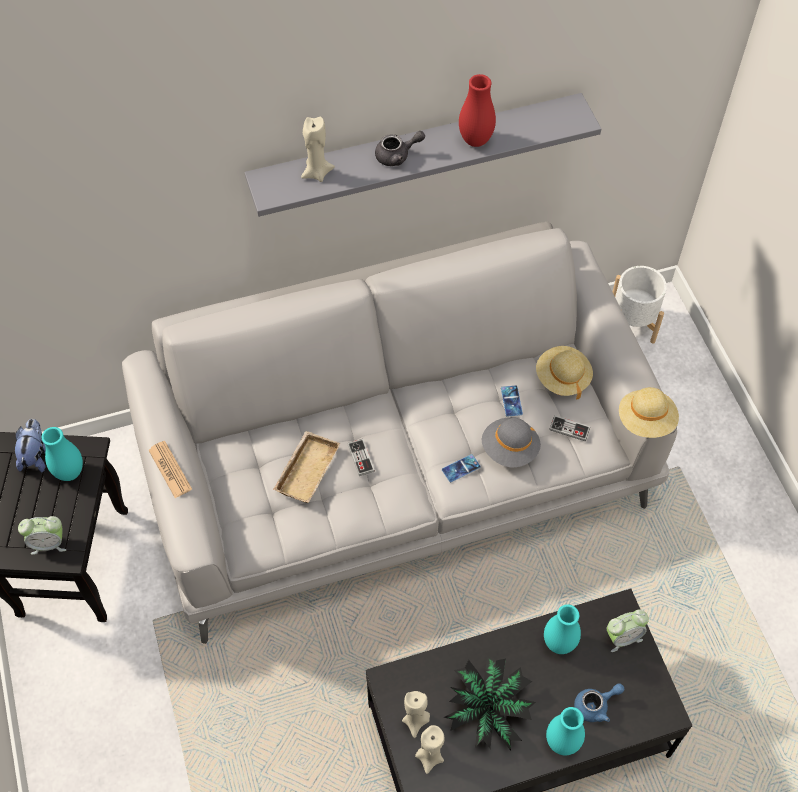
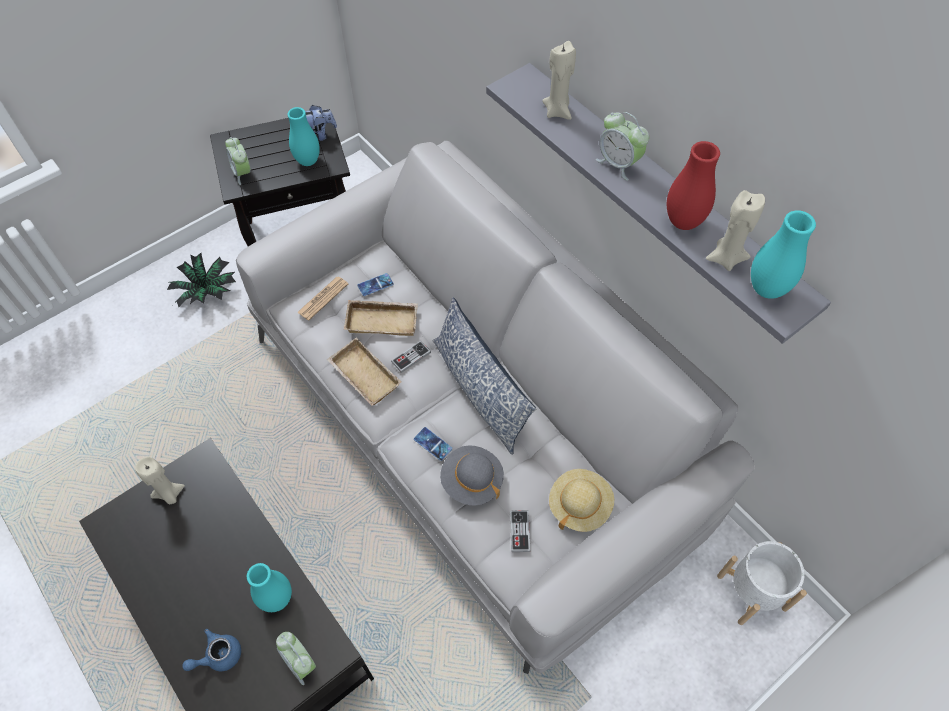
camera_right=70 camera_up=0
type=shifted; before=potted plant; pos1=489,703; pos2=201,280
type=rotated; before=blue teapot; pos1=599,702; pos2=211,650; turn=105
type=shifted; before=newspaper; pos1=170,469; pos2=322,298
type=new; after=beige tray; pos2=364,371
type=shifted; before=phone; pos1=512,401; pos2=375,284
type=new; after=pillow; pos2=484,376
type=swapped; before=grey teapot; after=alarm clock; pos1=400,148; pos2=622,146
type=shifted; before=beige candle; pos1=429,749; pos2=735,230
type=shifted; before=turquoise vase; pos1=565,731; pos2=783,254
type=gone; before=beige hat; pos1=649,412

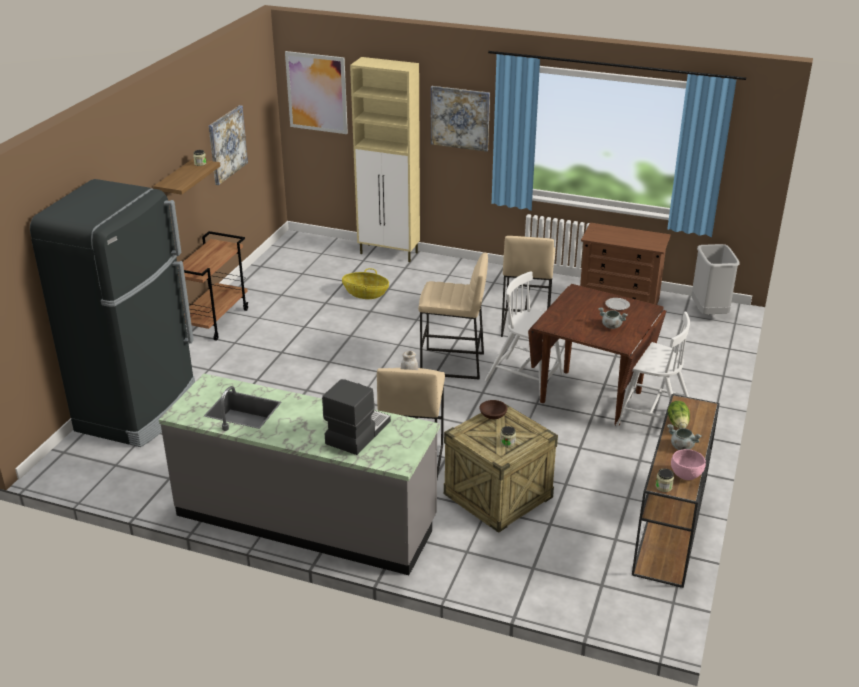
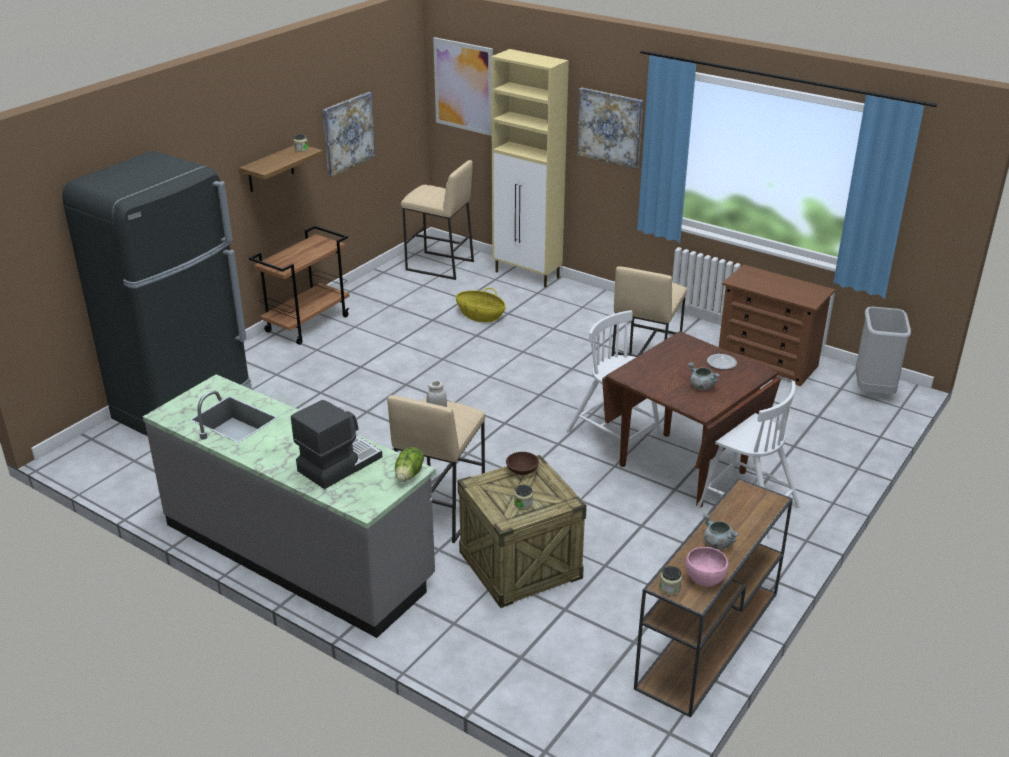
camera_right=15 camera_up=0
type=shifted; before=lettuce; pos1=679,415; pos2=409,464
type=shifted; before=beige stool; pos1=453,316; pos2=437,220

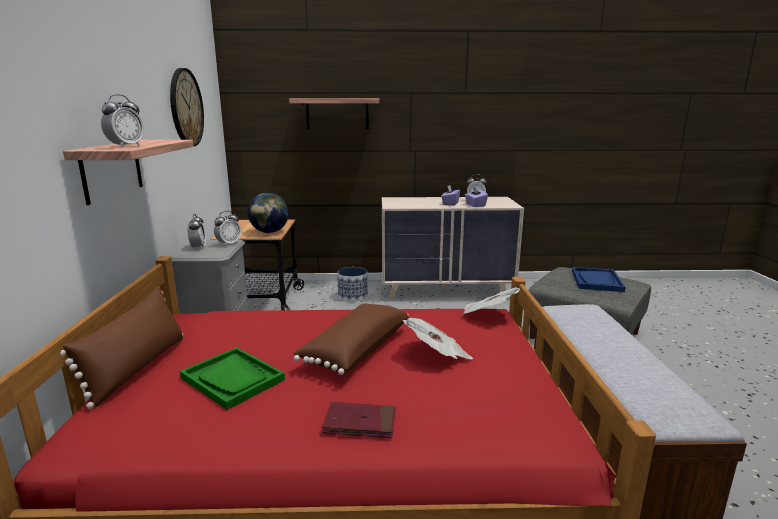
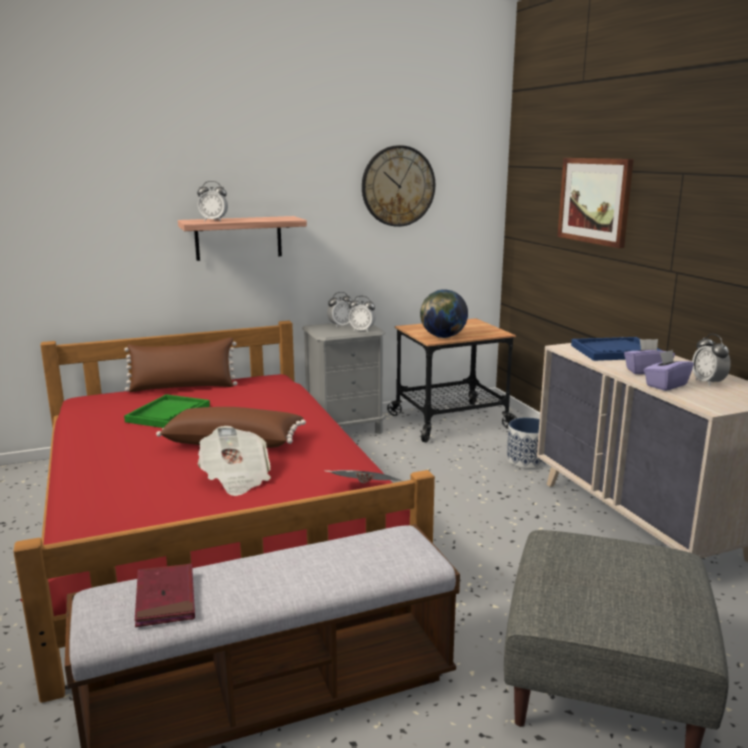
camera_right=70 camera_up=0
type=shifted; before=red book; pos1=359,420; pos2=165,595
type=swapped; before=shelf; after=picture; pos1=334,113; pos2=595,203
type=shifted; before=blue tray; pos1=599,279; pos2=616,349

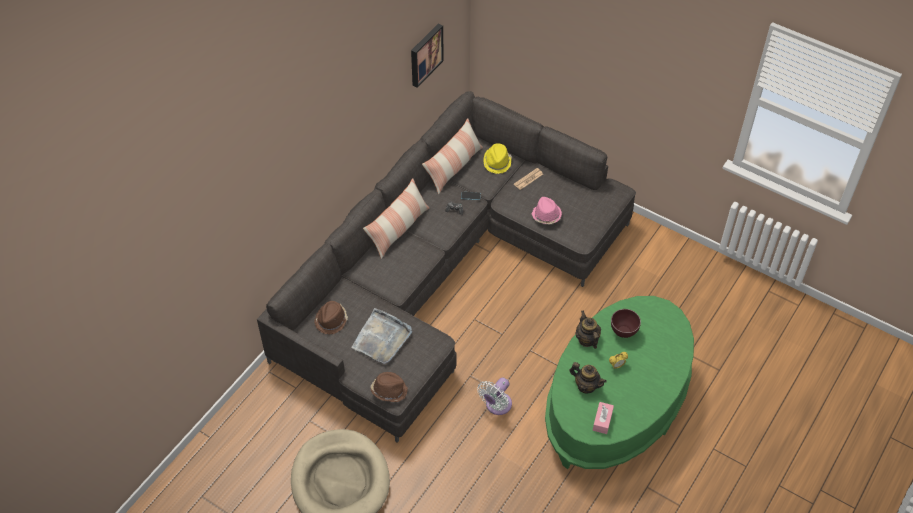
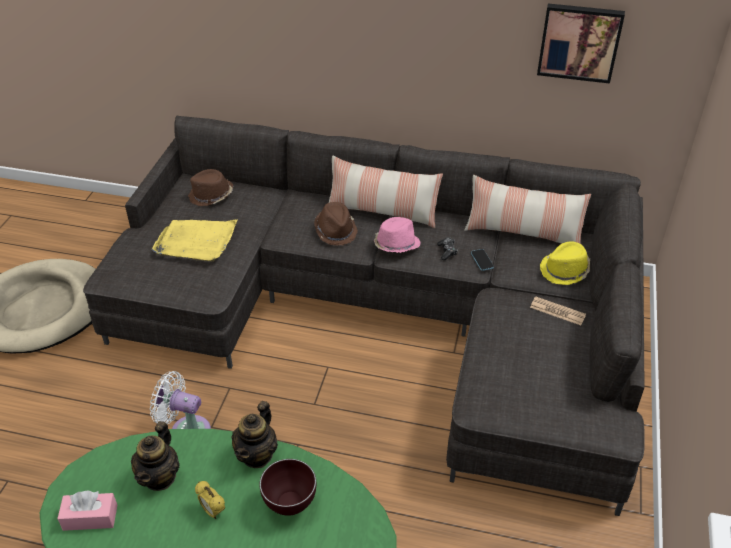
camera_right=70 camera_up=-10
type=repainted; before=grey tray; after=yellow tray; pos1=381,336; pos2=195,240
type=rotated; before=teapot; pos1=588,330; pos2=254,434; turn=150
type=shifted; before=brown hat; pos1=389,387; pos2=336,223
type=shifted; before=pink hat; pos1=547,210; pos2=397,235

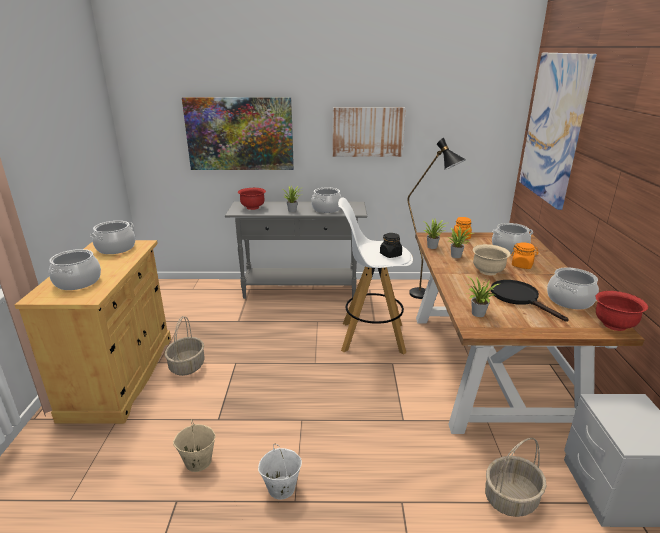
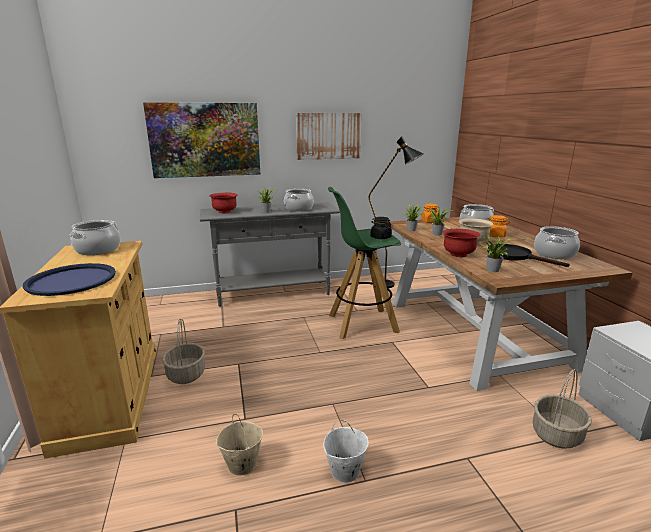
camera_right=-15 camera_up=-5
type=swapped; before=cooking pot; after=blue tray; pos1=75,269; pos2=69,279
type=repainted; before=white stool; after=green stool; pos1=375,276; pos2=364,263
type=shifted; before=red bowl; pos1=621,311; pos2=461,243
type=gone; before=picture; pos1=558,131

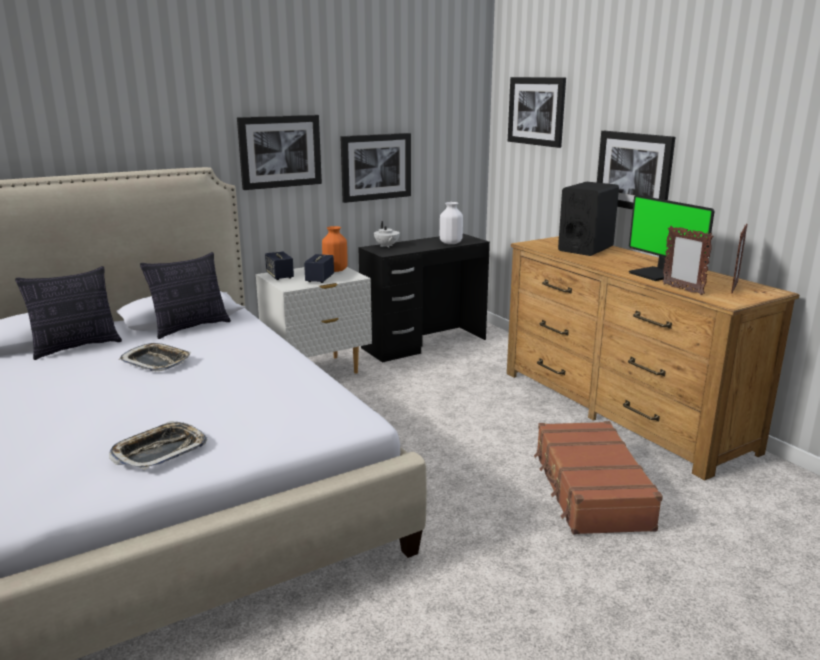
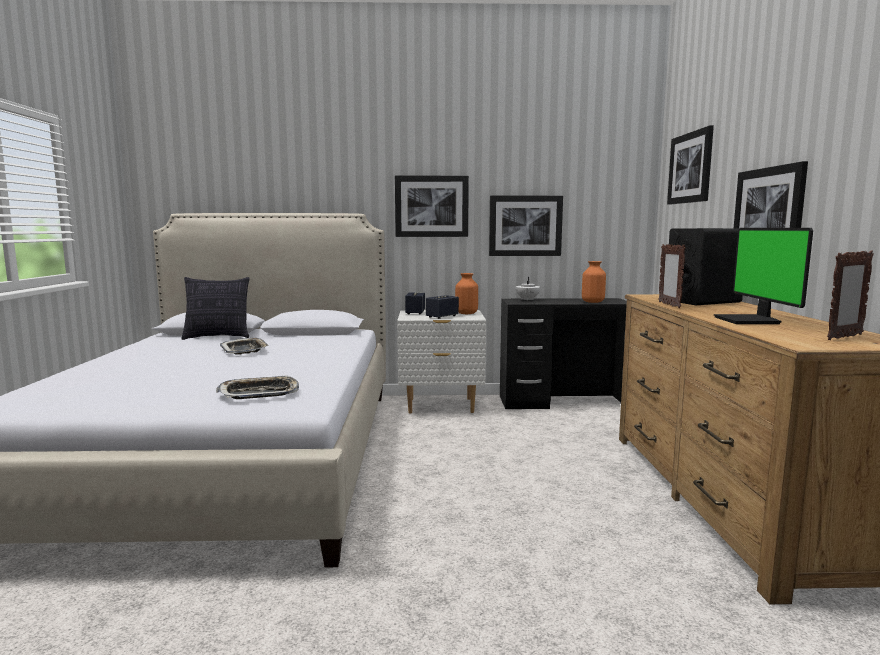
camera_right=30 camera_up=-10
type=shifted; before=tray; pos1=158,445; pos2=257,387
type=repainted; before=white vase; after=orange vase; pos1=451,223; pos2=594,282
type=shifted; before=picture frame; pos1=687,260; pos2=672,276
type=gone; before=pillow; pos1=185,295
type=gone; before=brown suitcase; pos1=598,477

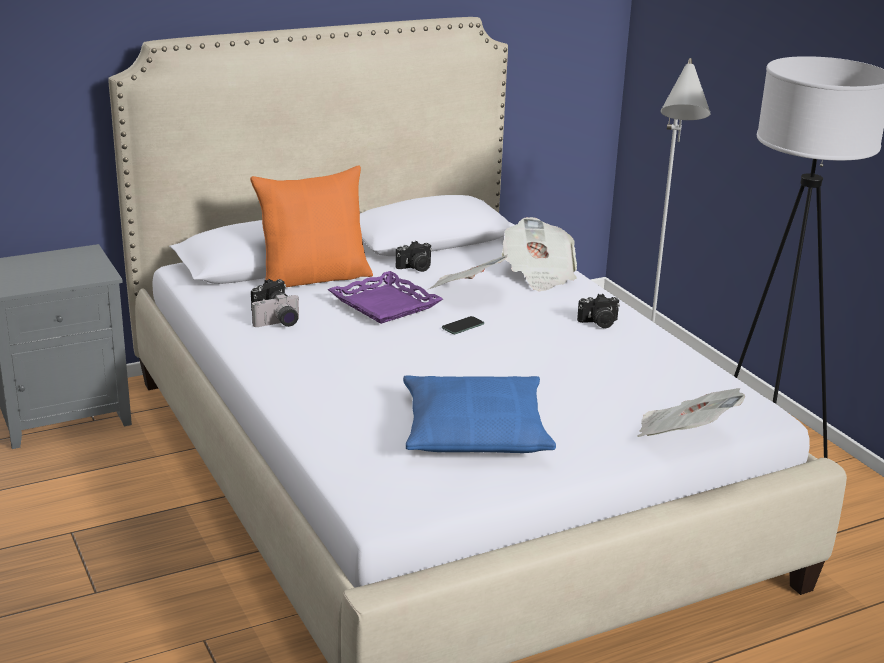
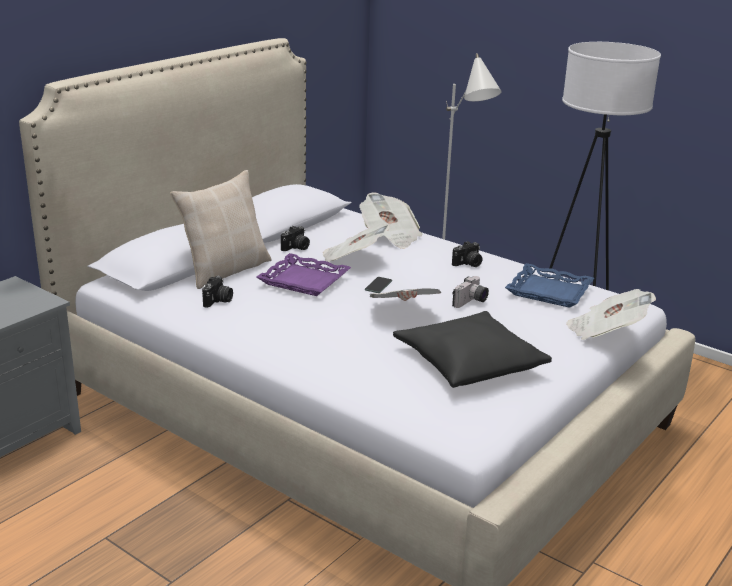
camera_right=-25 camera_up=0
type=repainted; before=orange pillow; after=beige pillow; pos1=311,226; pos2=221,229
type=new; after=newspaper; pos2=405,294
type=repainted; before=blue pillow; after=black pillow; pos1=479,414; pos2=472,349
type=shifted; before=photo camera; pos1=276,310; pos2=470,292
type=new; after=blue tray; pos2=549,285

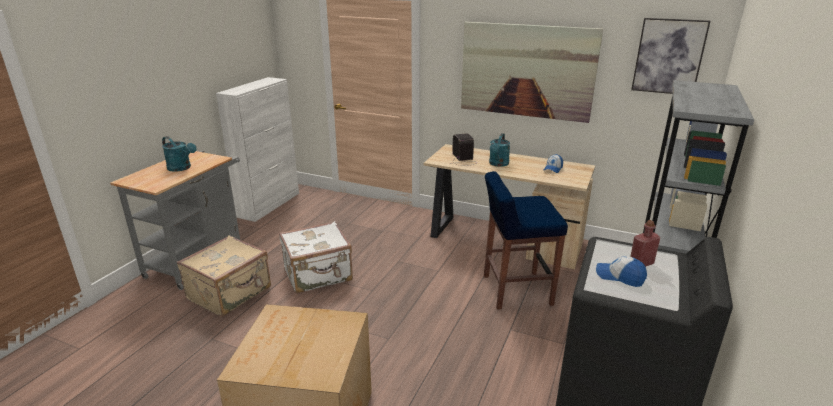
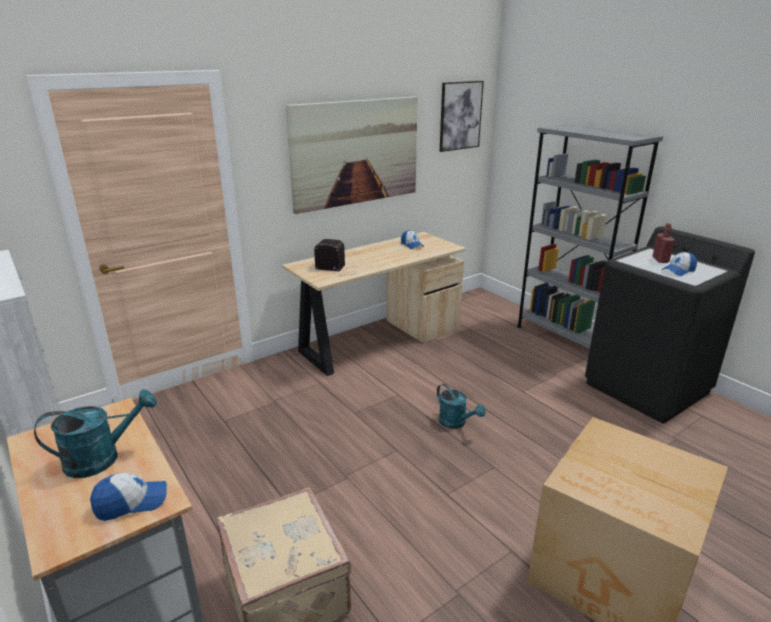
camera_right=-60 camera_up=0
type=new; after=cap; pos2=128,497
type=shifted; before=turquoise watering can; pos1=499,150; pos2=461,406
type=gone; before=white suitcase; pos1=316,257
type=gone; before=blue stool; pos1=526,240

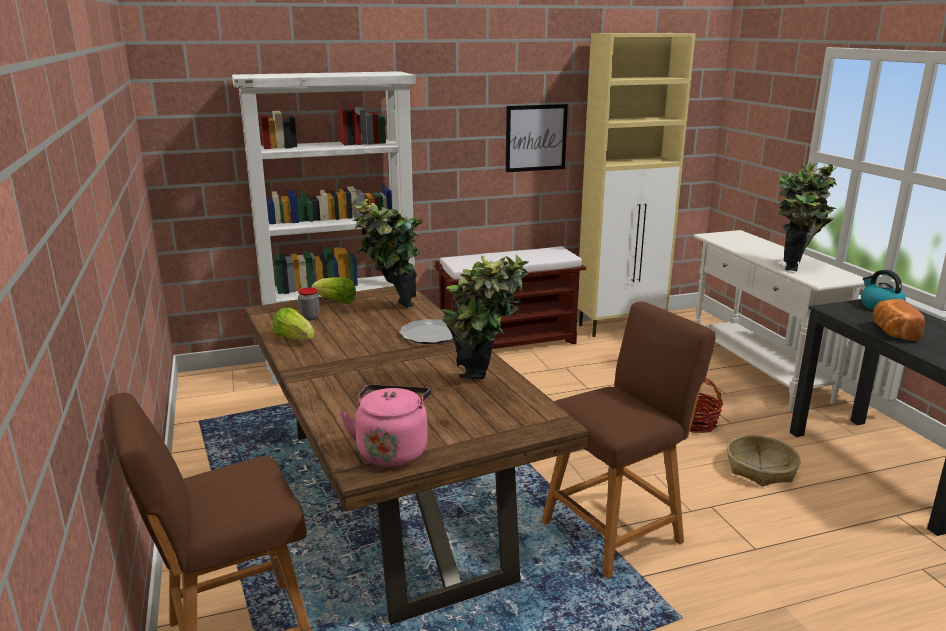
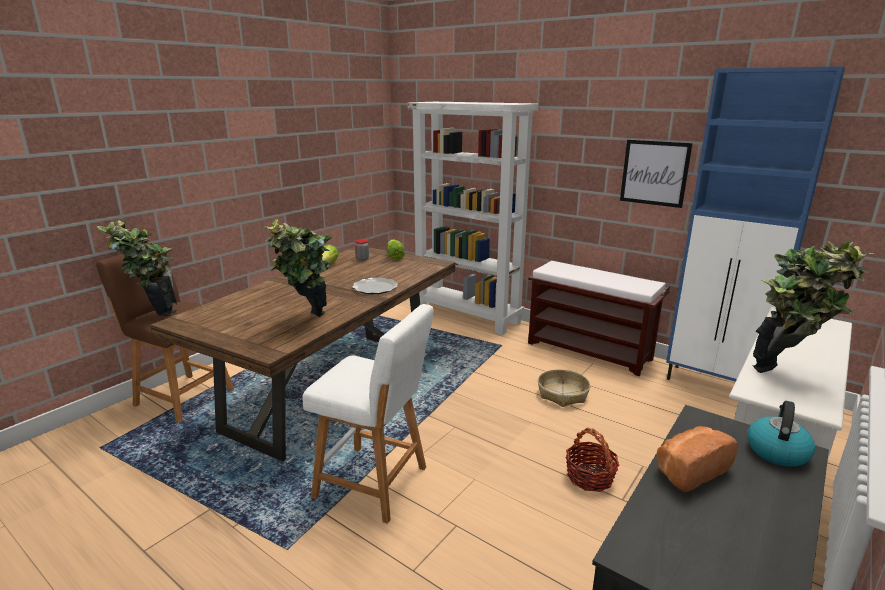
camera_right=55 camera_up=0
type=shifted; before=potted plant; pos1=388,253; pos2=137,267
type=repainted; before=brown stool; after=white stool; pos1=628,439; pos2=368,414
type=shifted; before=basket; pos1=764,460; pos2=564,388
type=repainted; before=beige cabinet; after=blue cabinet; pos1=637,185; pos2=755,224
type=gone; before=pink kettle; pos1=385,426

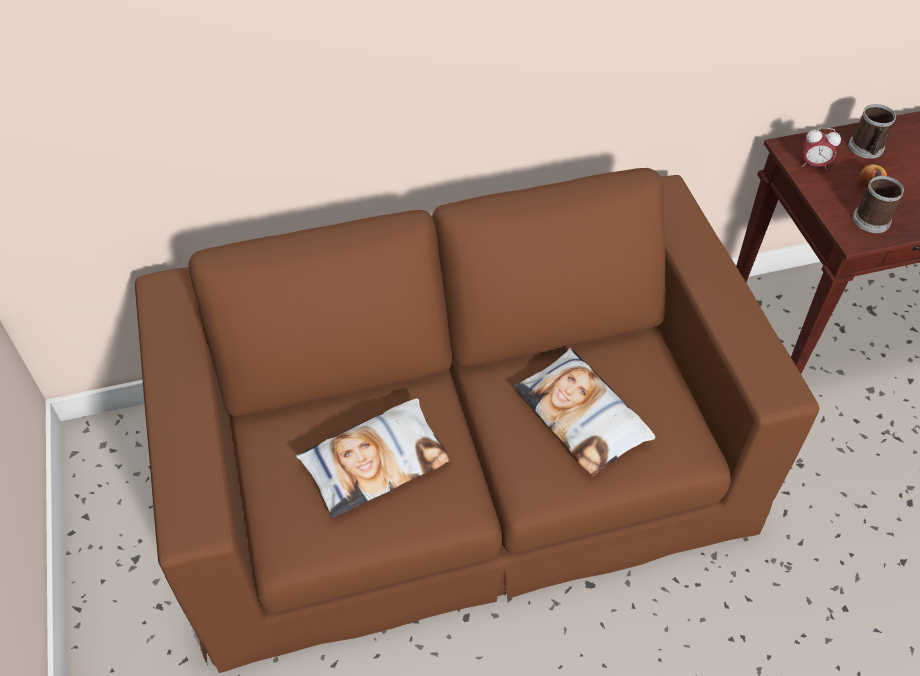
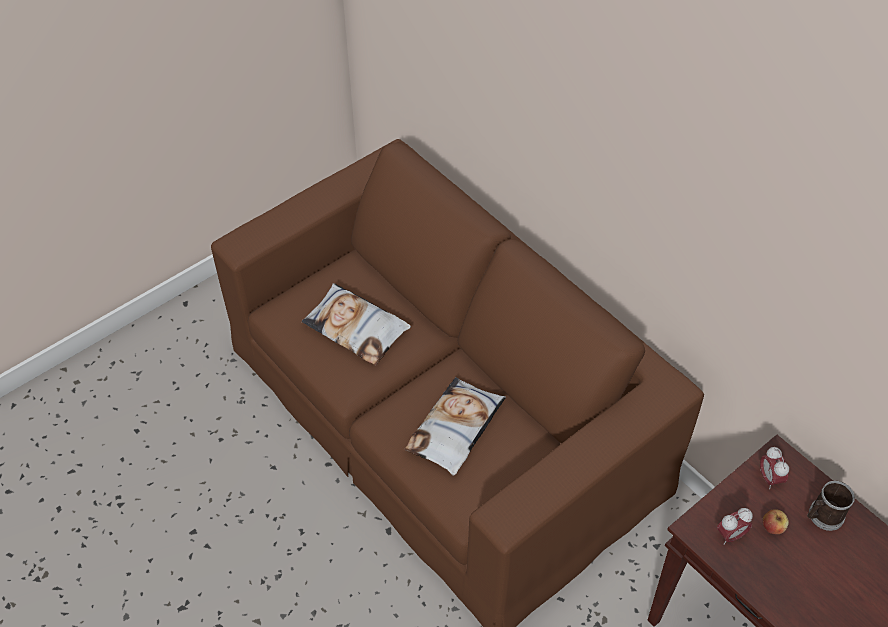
camera_right=65 camera_up=0
type=swapped; before=mug; after=alarm clock; pos1=878,202; pos2=735,526

